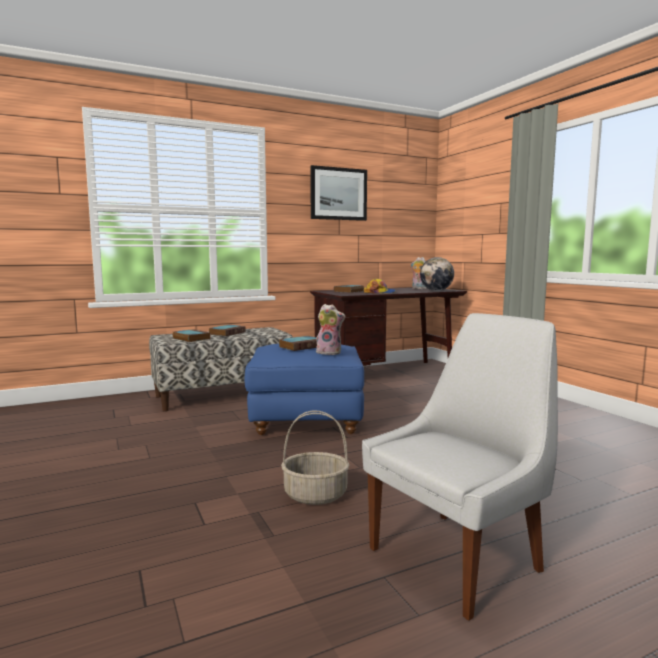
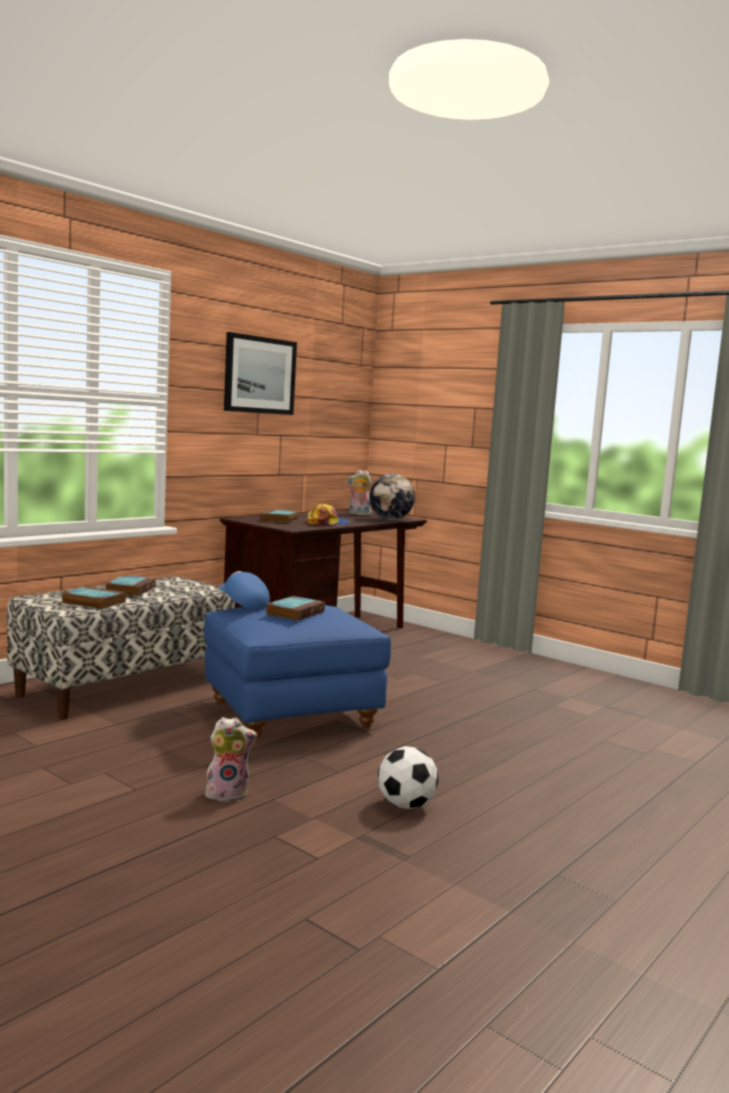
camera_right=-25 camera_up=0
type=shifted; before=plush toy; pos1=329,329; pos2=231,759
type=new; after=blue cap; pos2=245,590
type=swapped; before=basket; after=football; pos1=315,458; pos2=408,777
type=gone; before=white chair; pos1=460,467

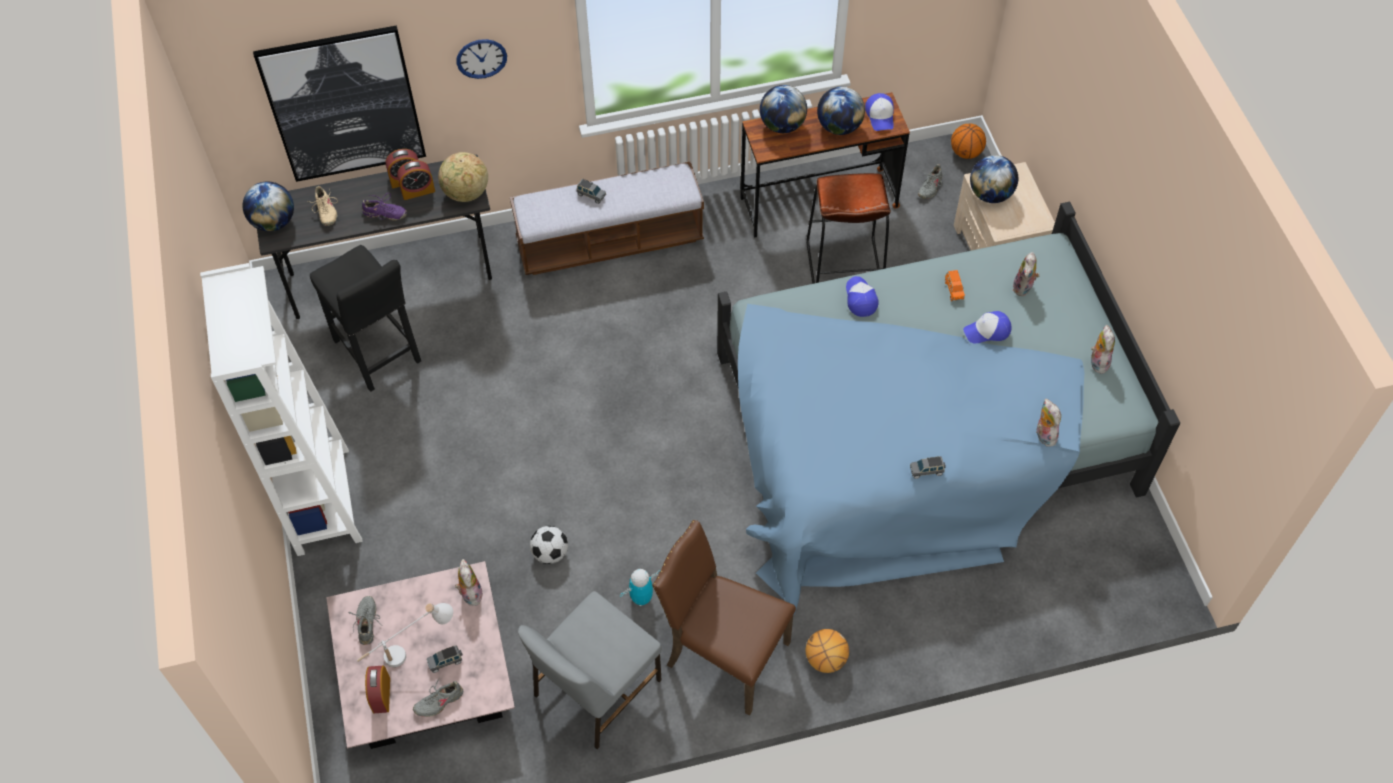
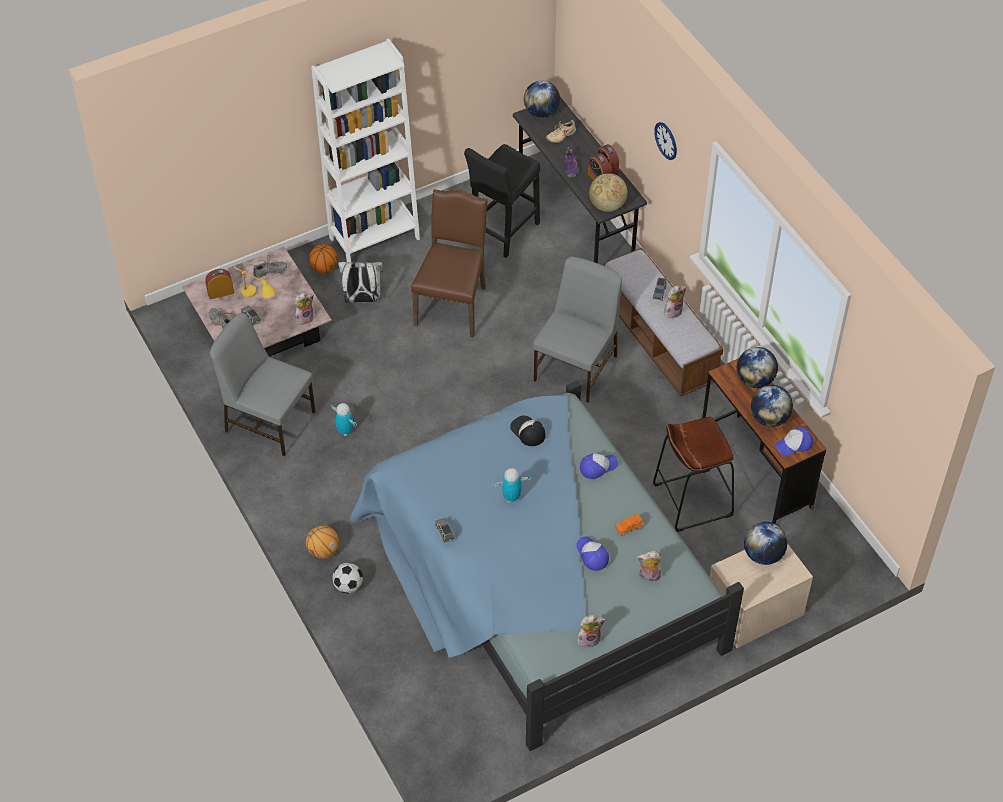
camera_right=75 camera_up=-5
type=repainted; before=white table lamp; after=yellow table lamp; pos1=405,635; pos2=254,282
type=shifted; before=basketball; pos1=968,141; pos2=323,258
type=shifted; before=football; pos1=549,545; pos2=347,578
type=new; after=white backpack; pos2=360,281
type=shifted; before=brown chair; pos1=724,618; pos2=449,263
type=new; after=toy robot; pos2=511,485
type=new; after=cap; pos2=528,430
type=new; after=grey chair; pos2=577,330
type=shifted; before=plush toy; pos1=1048,422; pos2=675,302
type=gone; before=picture; pos1=339,103
type=gone; before=grey shoe; pos1=932,181

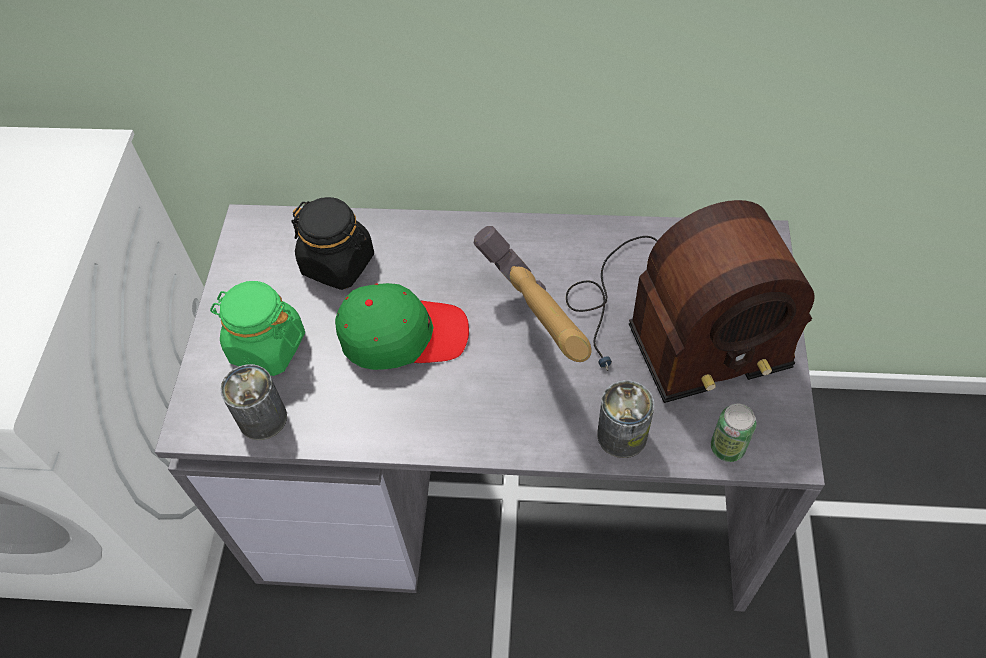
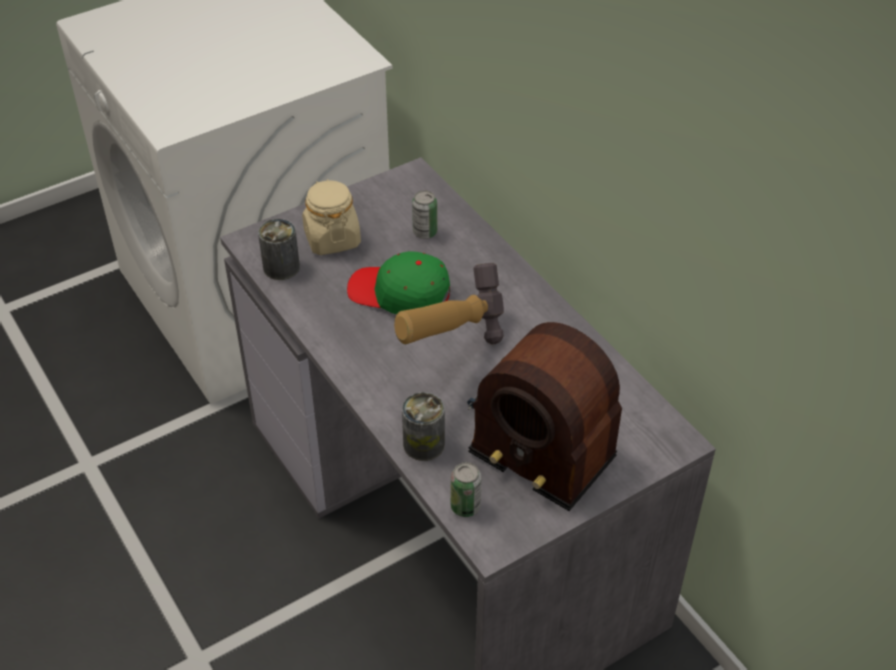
camera_right=50 camera_up=-10
type=repainted; before=green jar; after=beige jar; pos1=257,328; pos2=331,217
type=rotated; before=green cap; pos1=402,326; pos2=398,282; turn=150
type=swapped; before=black jar; after=can; pos1=332,243; pos2=424,214

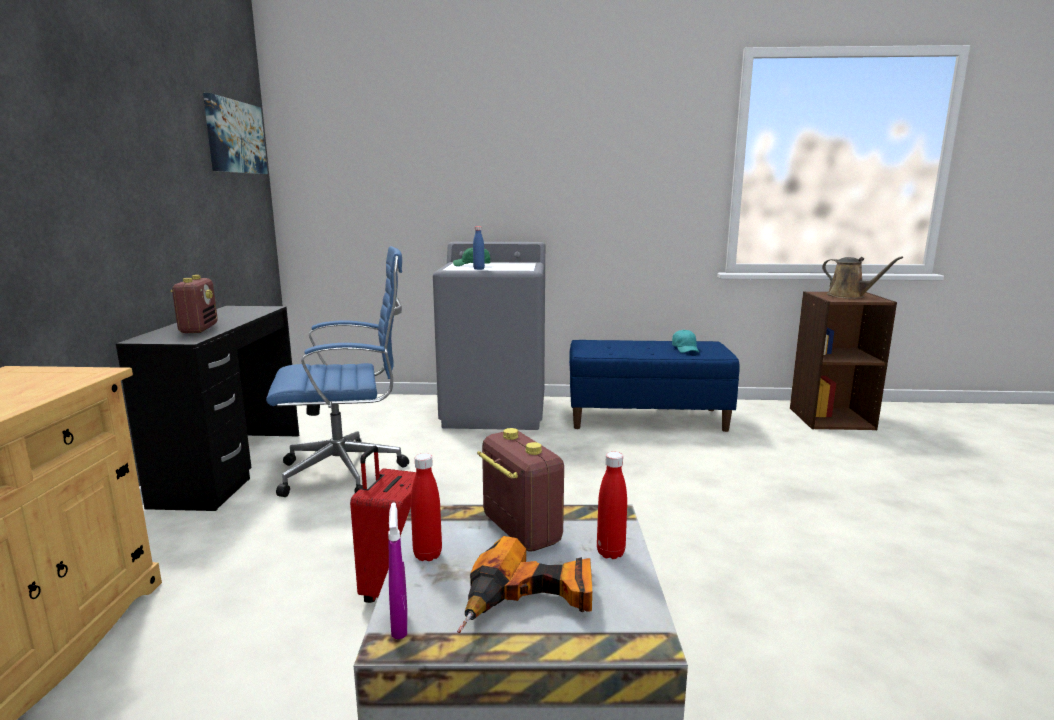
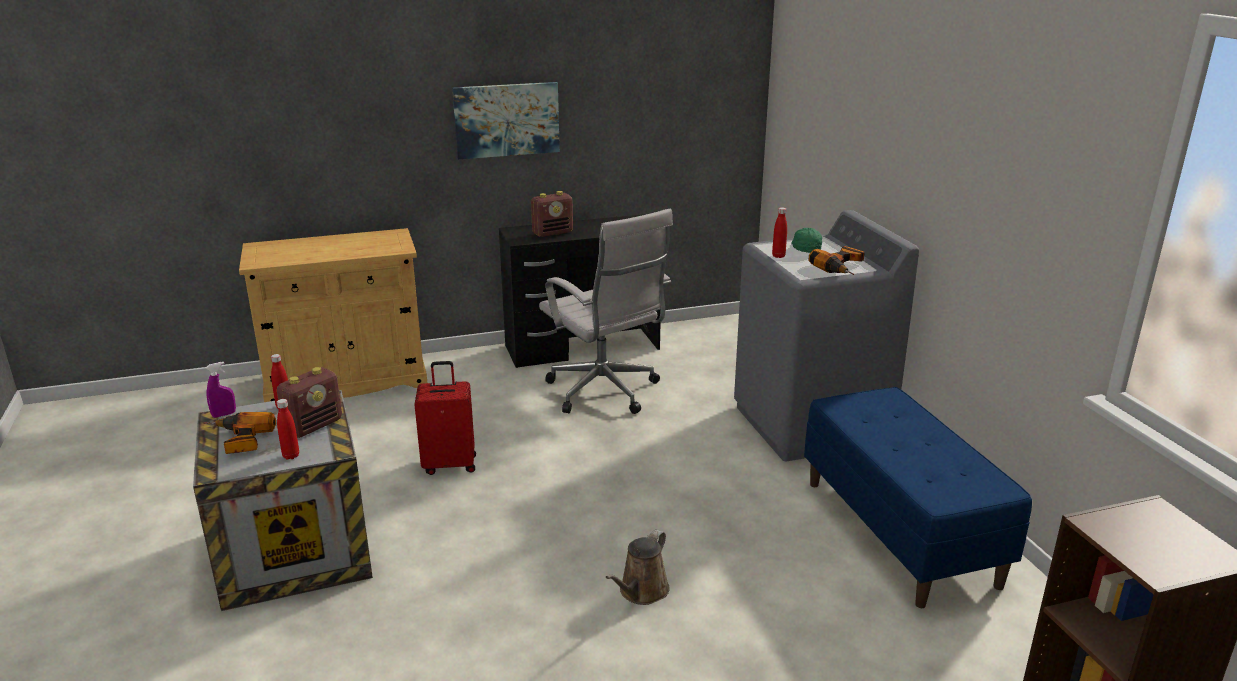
camera_right=70 camera_up=10
type=shifted; before=picture; pos1=235,133; pos2=506,120
type=repainted; before=blue office chair; after=white office chair; pos1=337,371; pos2=606,311
type=shifted; before=brown watering can; pos1=862,277; pos2=638,567
type=repainted; before=blue bottle; after=red bottle; pos1=479,248; pos2=779,232
type=new; after=power drill; pos2=836,260
type=gone; before=turquoise cap; pos1=685,341

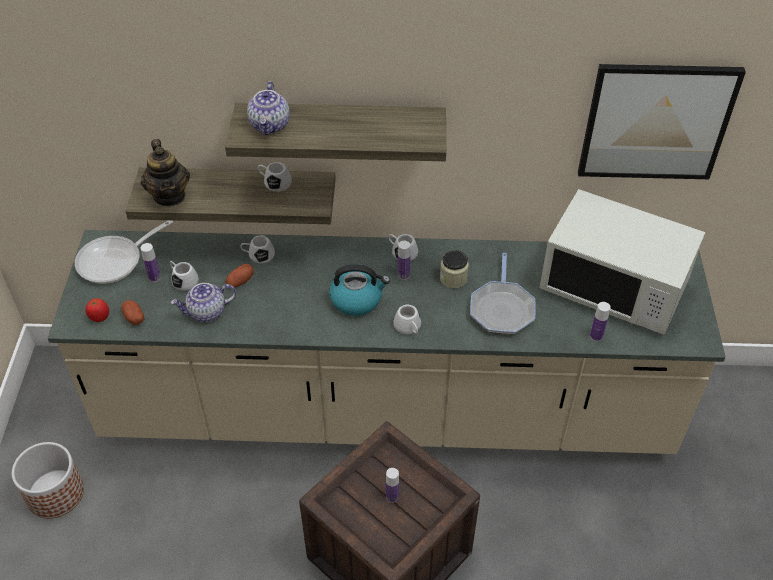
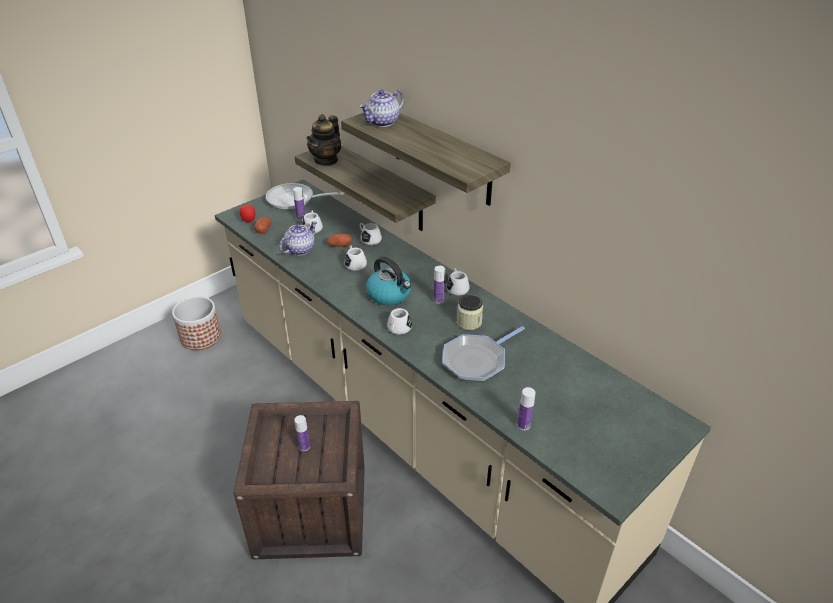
camera_right=45 camera_up=-10
type=rotated; before=teapot; pos1=203,302; pos2=298,238; turn=105
type=shifted; before=white mug; pos1=275,177; pos2=356,258
type=gone; before=white microwave; pos1=622,262
type=gone; before=picture; pos1=662,121

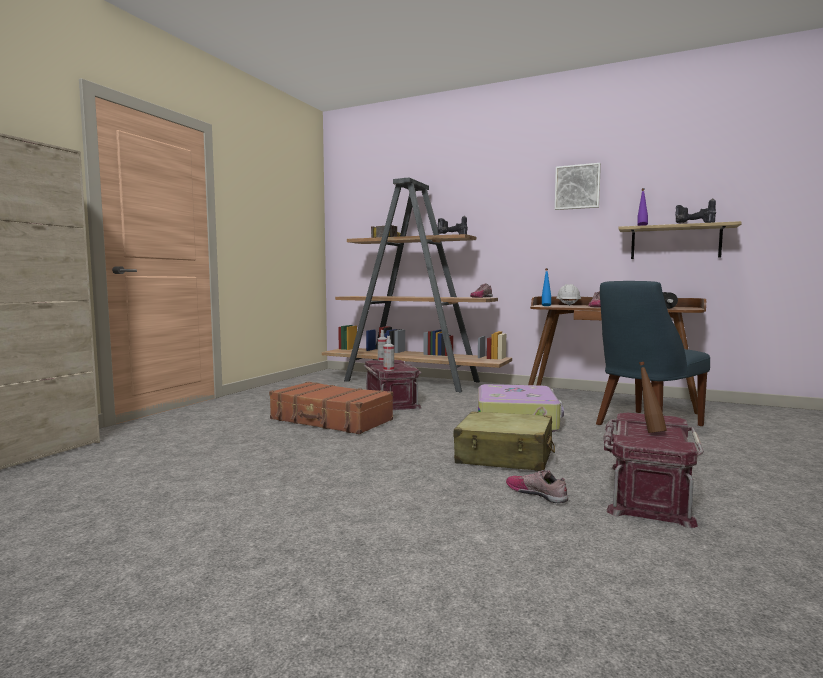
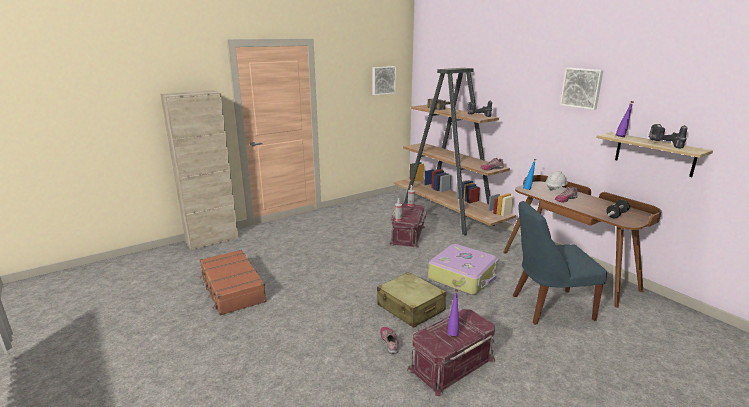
camera_right=30 camera_up=15
type=shifted; before=brown suitcase; pos1=331,407; pos2=233,282
type=new; after=picture; pos2=384,80
type=repainted; before=brown bottle; after=purple bottle; pos1=653,397; pos2=453,312

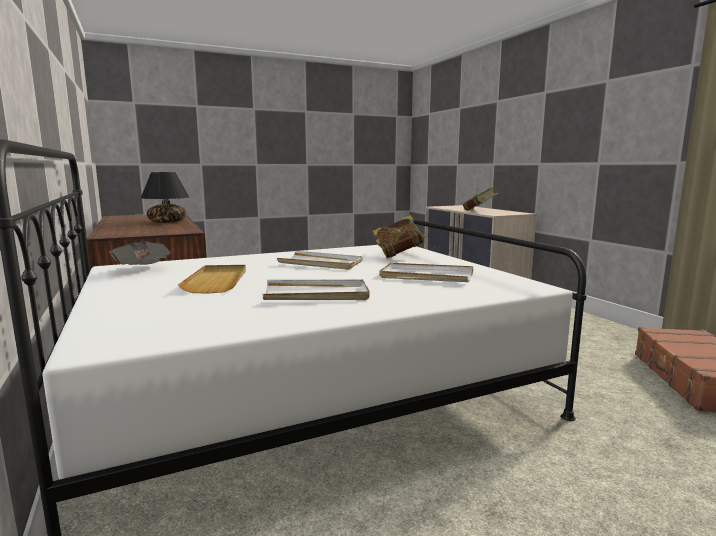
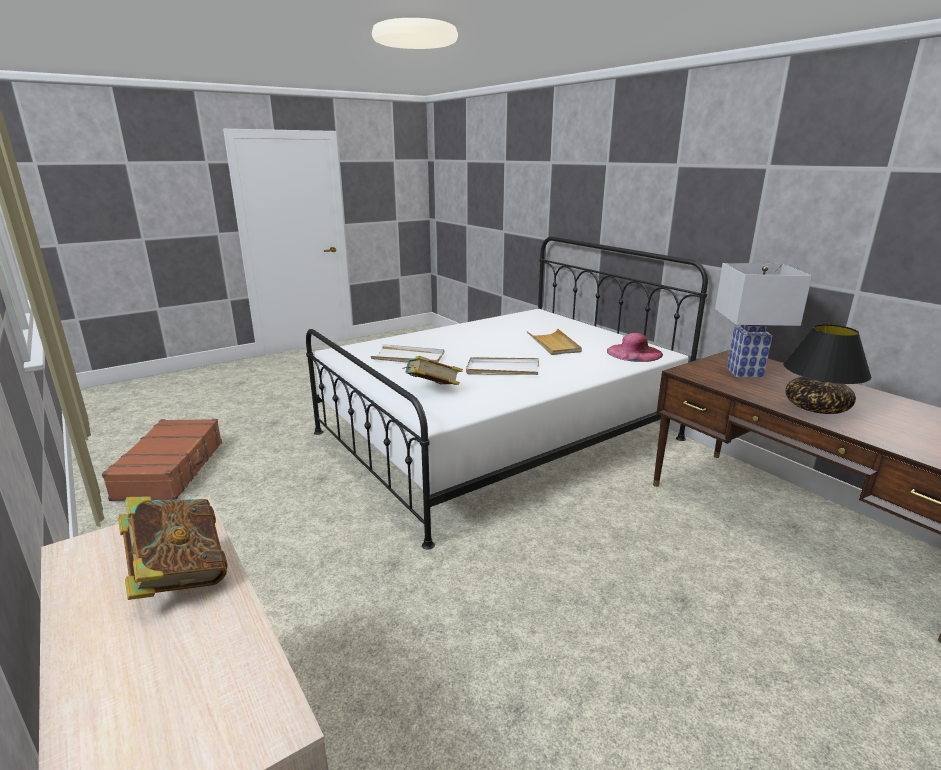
camera_right=170 camera_up=10
type=swapped; before=newspaper; after=pink hat; pos1=139,253; pos2=635,347
type=new; after=white table lamp; pos2=763,320
type=gone; before=white tray; pos1=316,290

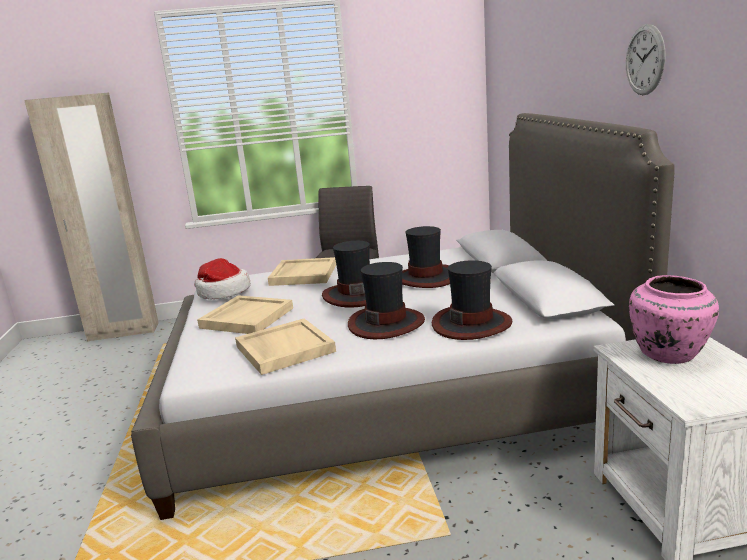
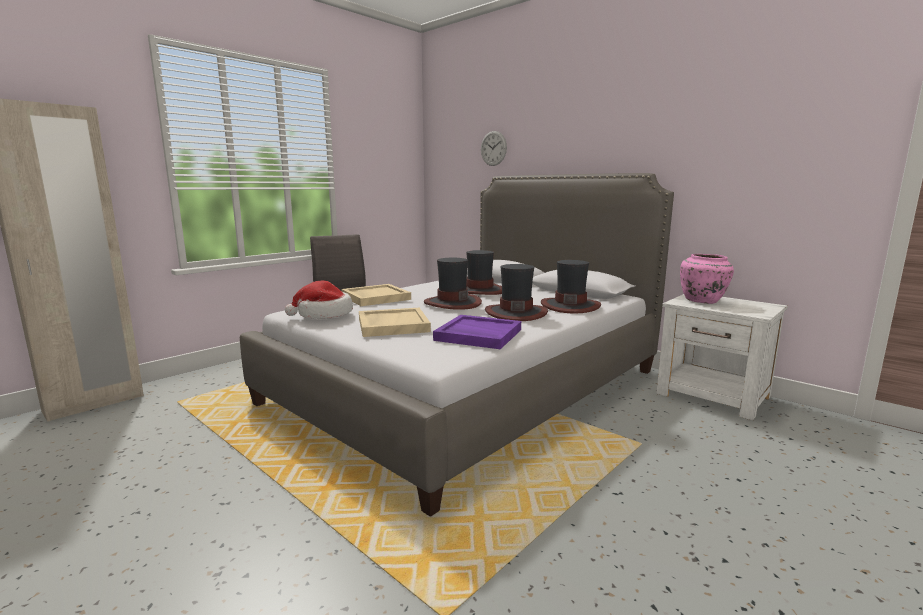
camera_right=-40 camera_up=-5
type=repainted; before=beige tray; after=purple tray; pos1=285,347; pos2=477,332
type=shifted; before=wall clock; pos1=645,59; pos2=494,148

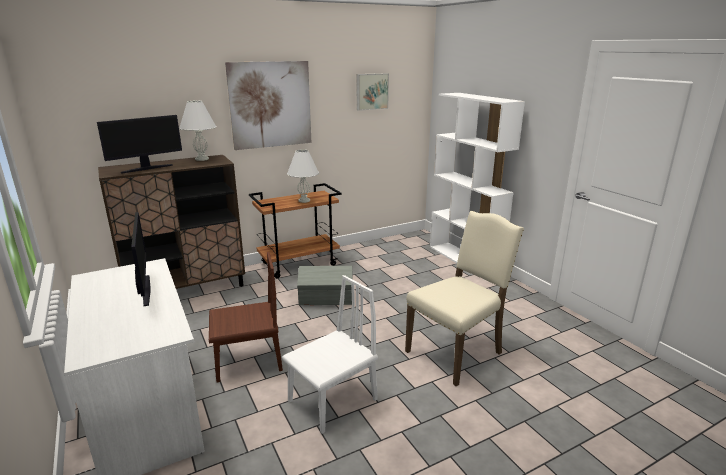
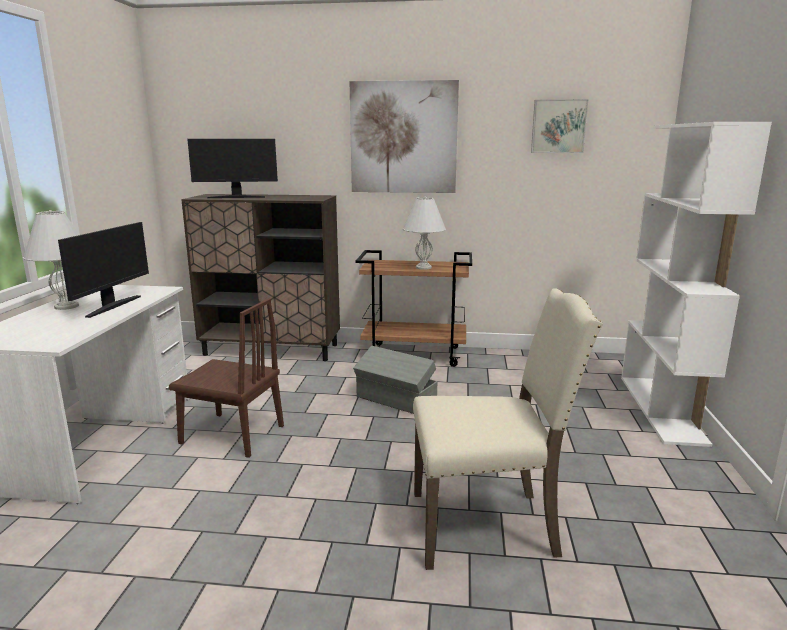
camera_right=35 camera_up=-5
type=shifted; before=white table lamp; pos1=197,130; pos2=51,260
type=gone; before=white chair; pos1=330,354

